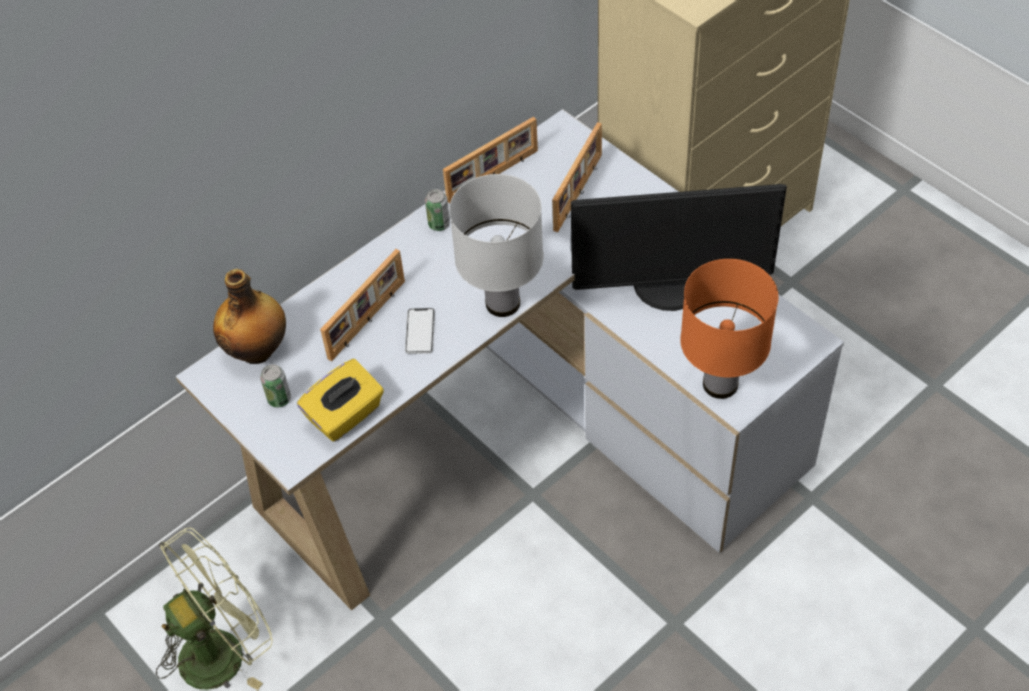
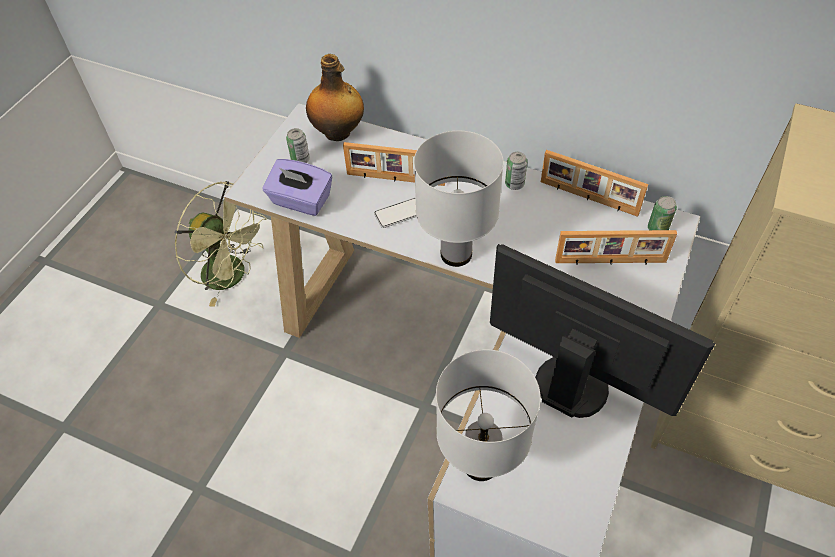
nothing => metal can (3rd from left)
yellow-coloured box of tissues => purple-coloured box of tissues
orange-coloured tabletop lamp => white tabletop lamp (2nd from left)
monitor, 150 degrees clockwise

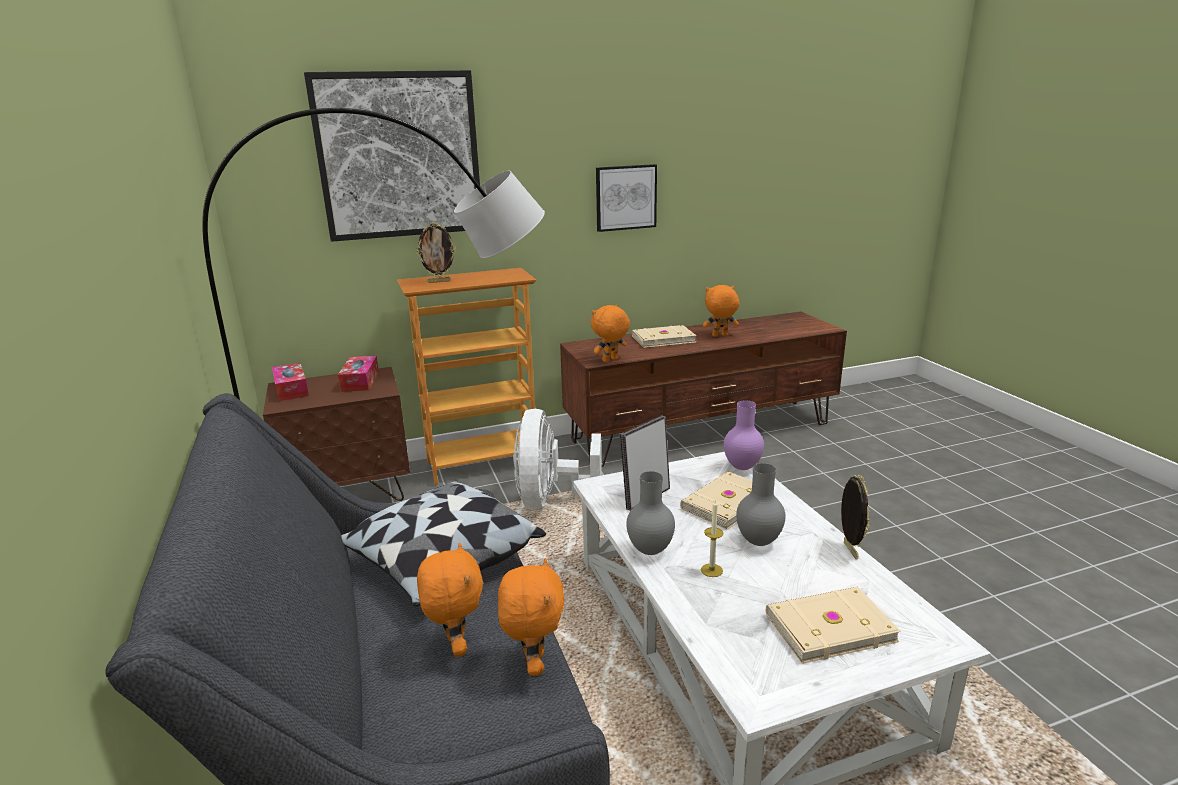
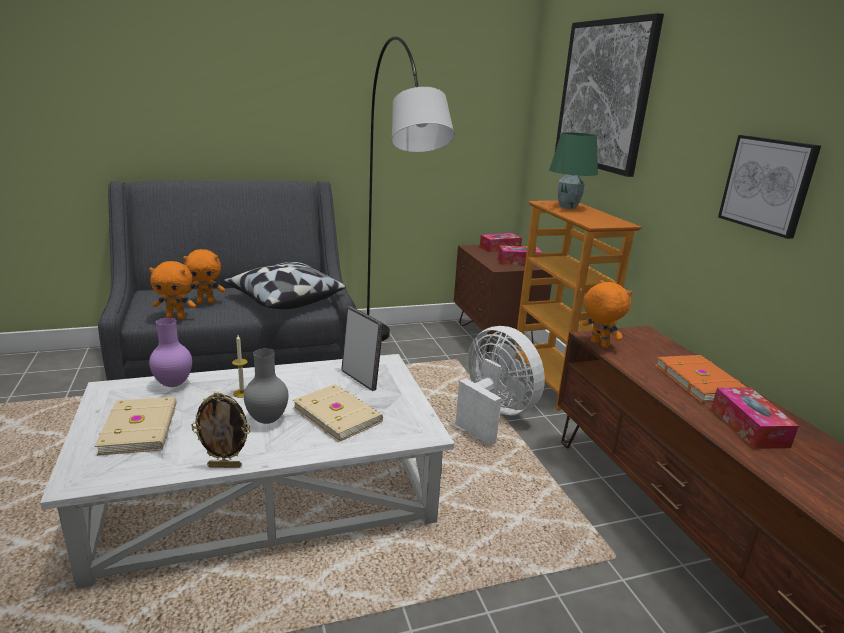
gray flower vase (1st from left) => nothing
purple-coloured flower vase, move
photo frame (1st from left) => greenish tabletop lamp
orange-coloured cuddly toy (4th from left) => box of tissues (3rd from left)
sand-coloured book (1st from left) => orange-coloured book
white fan, 45 degrees clockwise

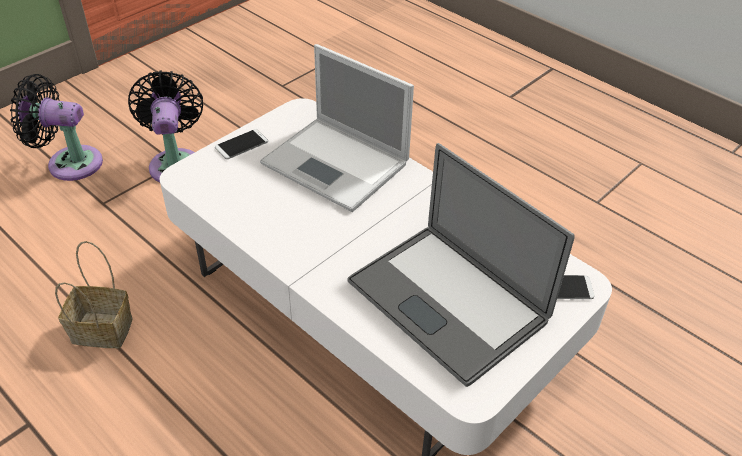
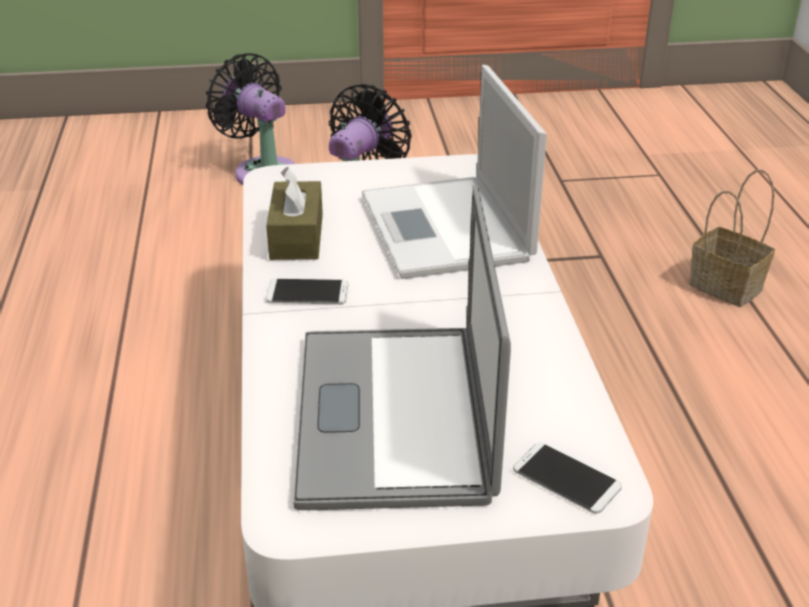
nothing => brownish box of tissues
household basket, move
handset (1st from left), move

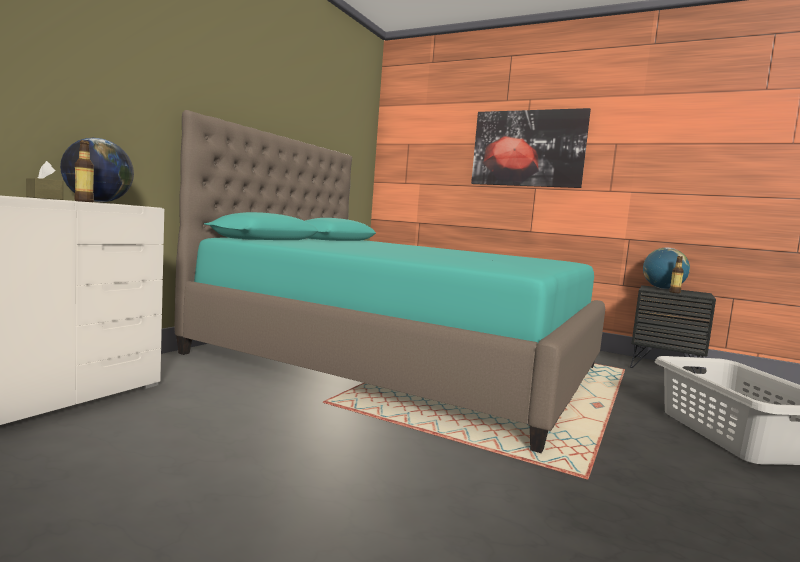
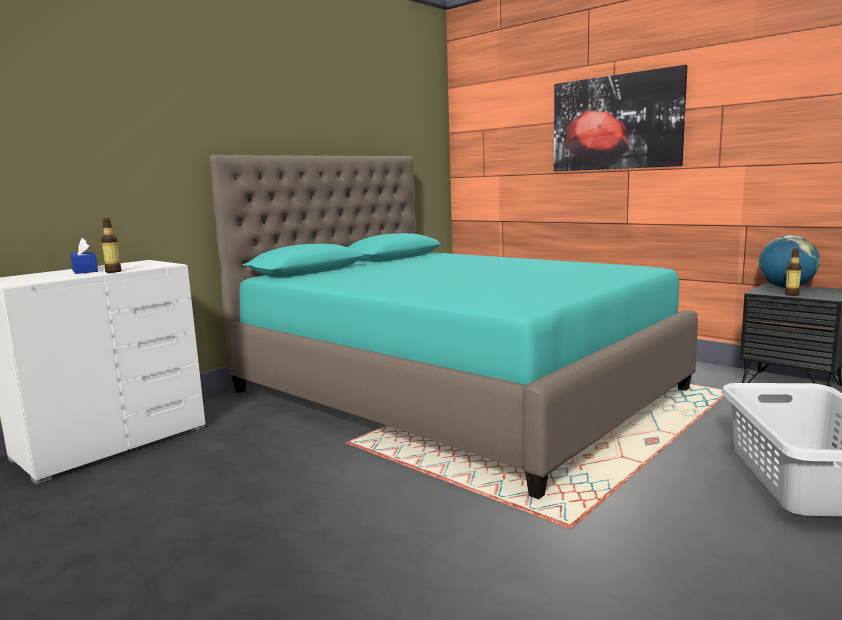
globe (1st from left) => nothing
brownish box of tissues => bluish box of tissues

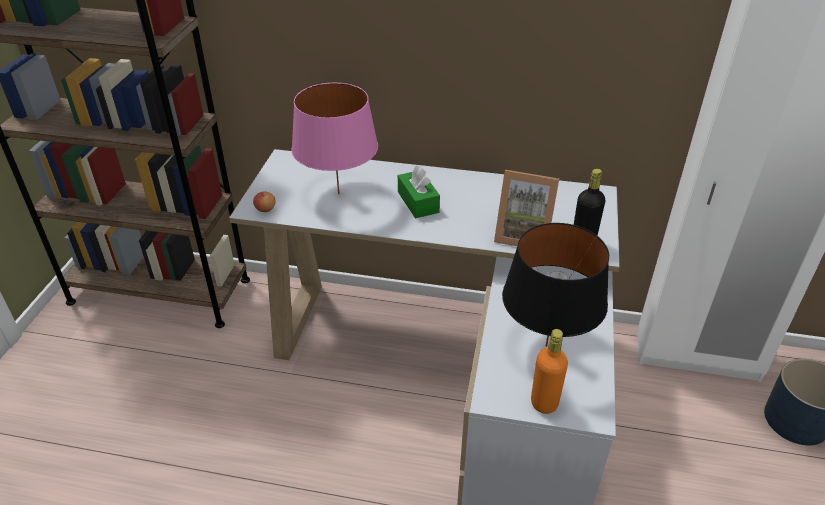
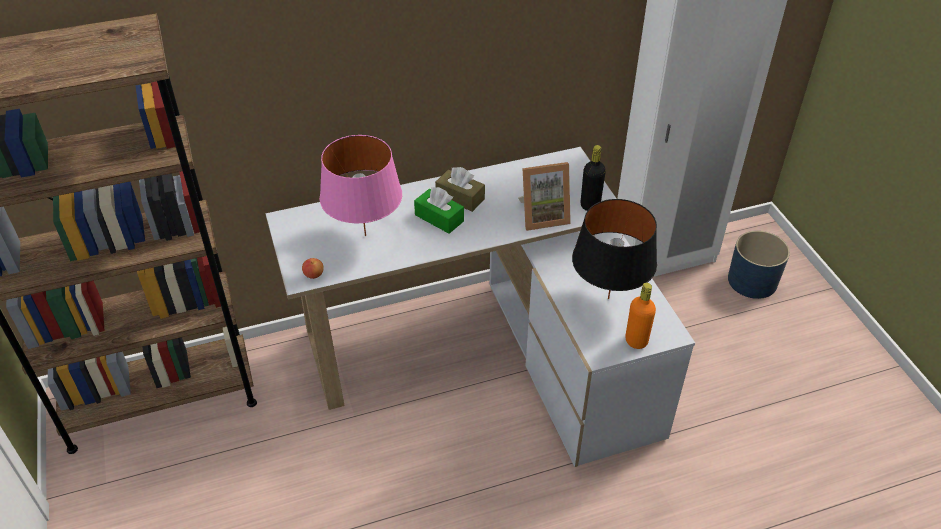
nothing => brownish box of tissues

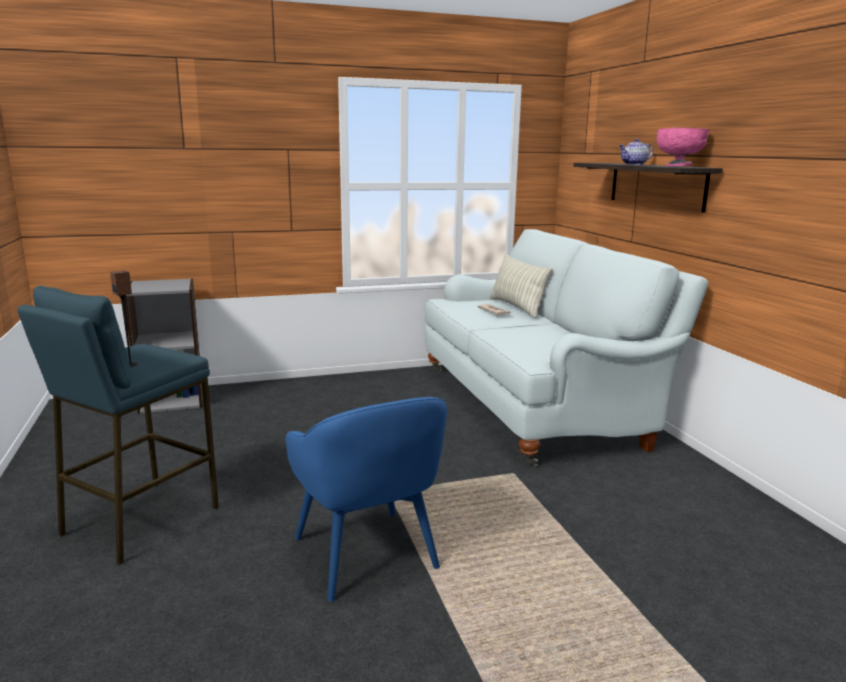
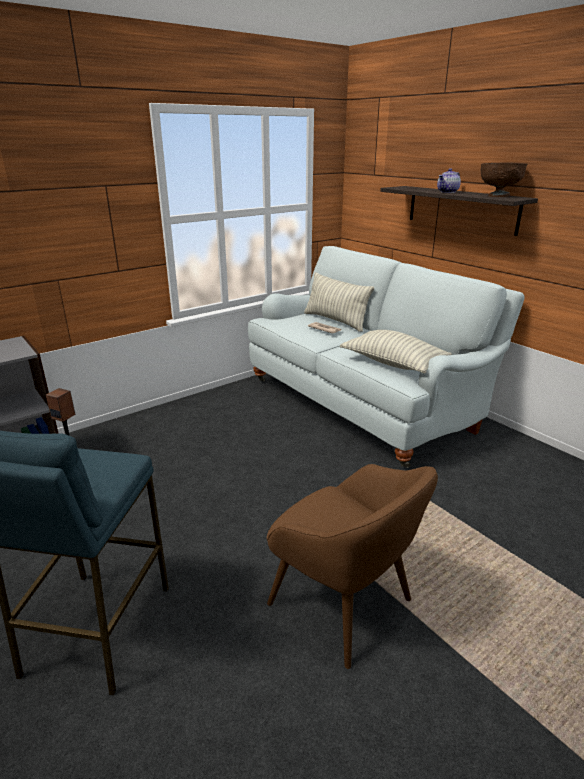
nothing => cushion (2nd from left)
bluish easy chair => brownish easy chair
pinkish bowl => brownish bowl

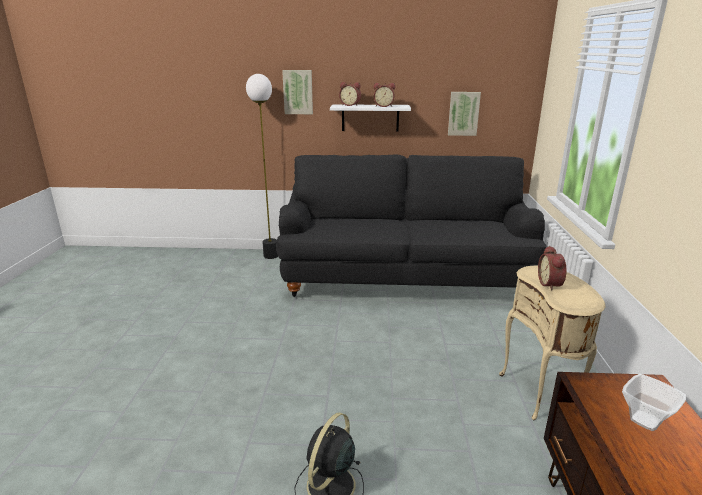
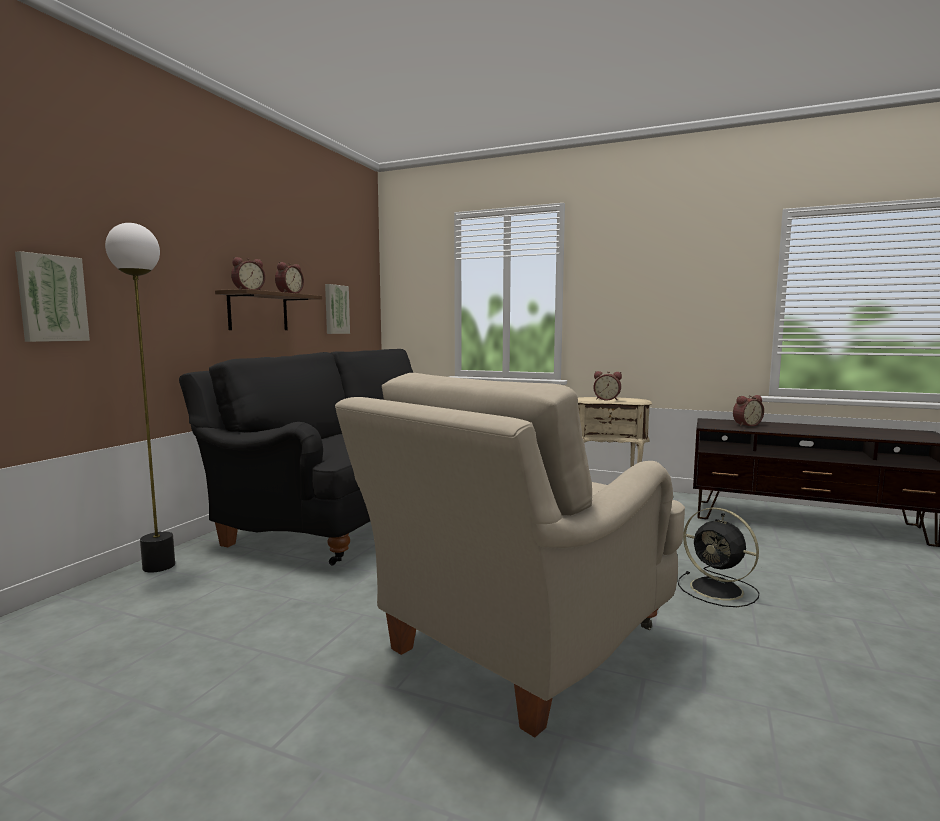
nothing => sand-coloured easy chair
wall picture (1st from left), move
bowl => alarm clock (4th from left)
white bracket shelf => brownish bracket shelf

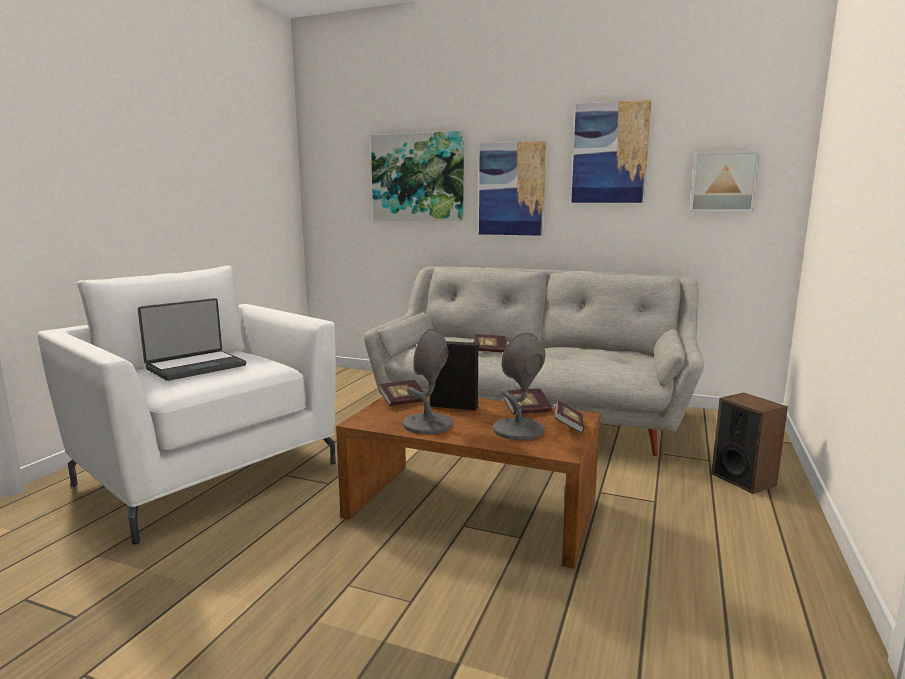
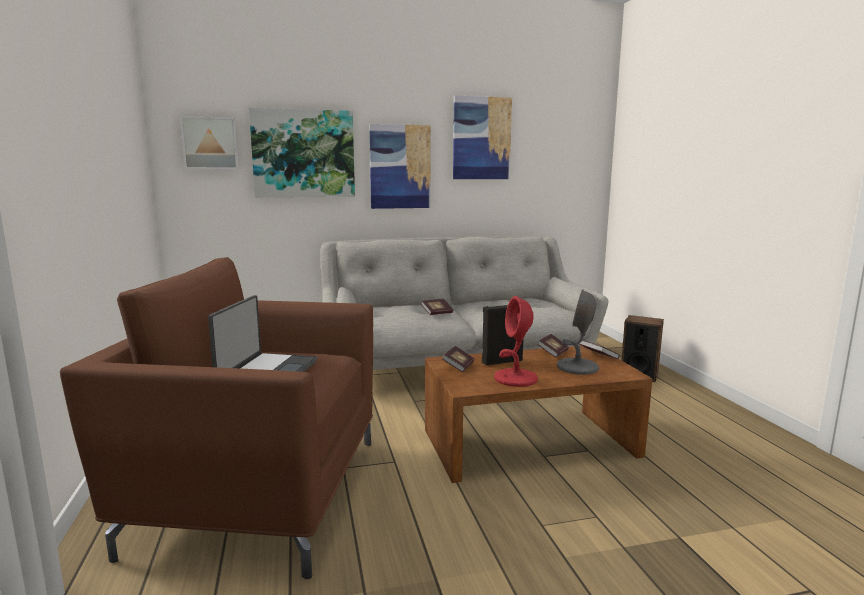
wall picture (4th from left in the first image) => wall picture (1st from left), move
white easy chair => brownish easy chair
gray tabletop lamp (1st from left) => reddish tabletop lamp

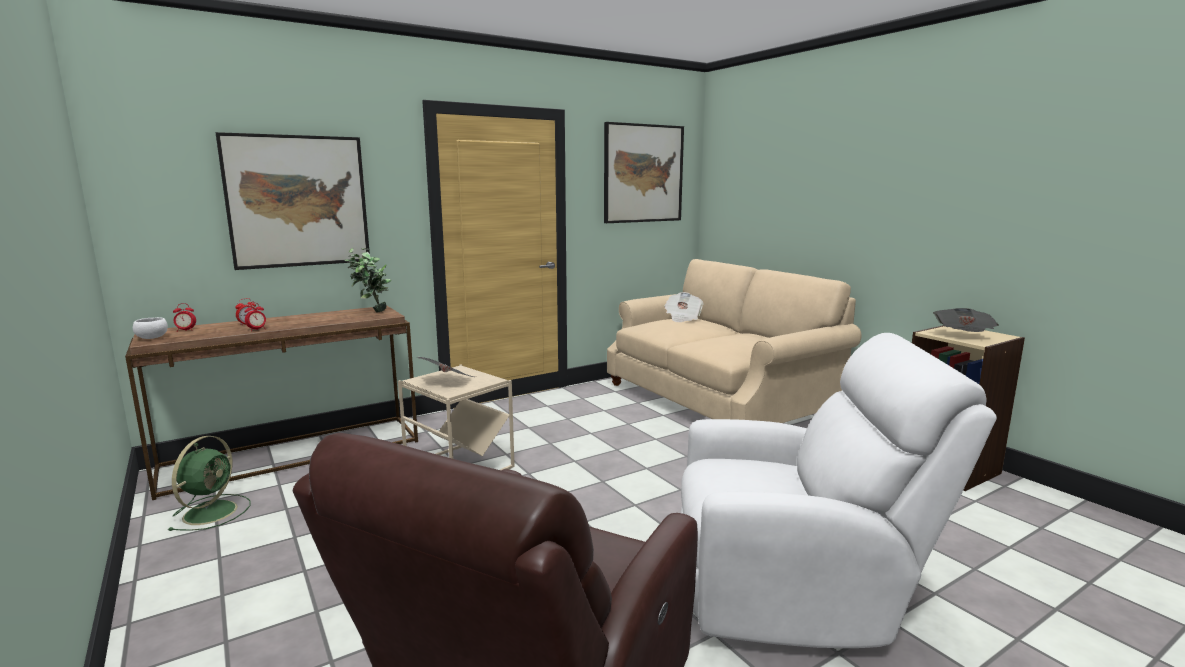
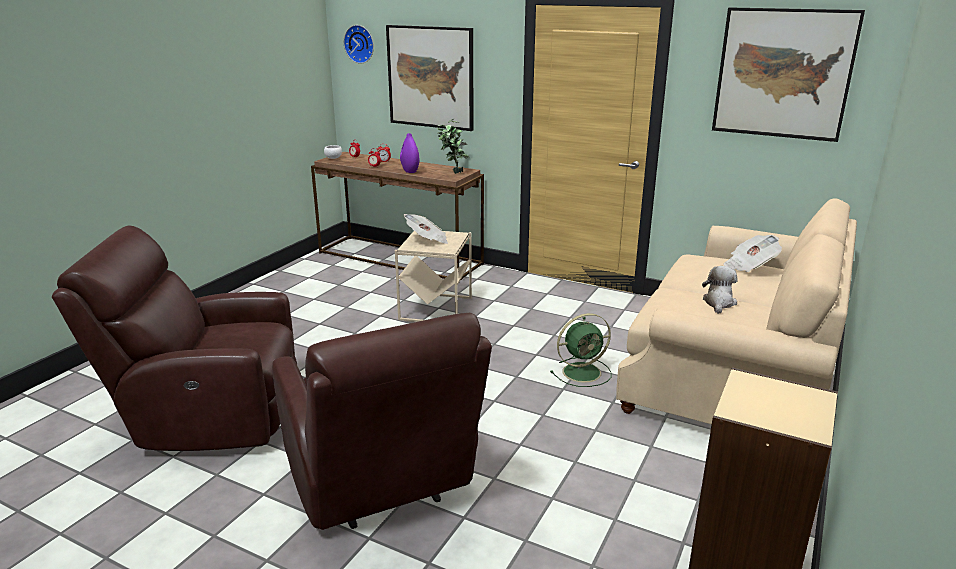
newspaper (3rd from left) => nothing
nothing => hanging clock
nothing => purple-coloured flower vase
nothing => cuddly toy
greenish fan, move
white easy chair => brownish easy chair (2nd from left)

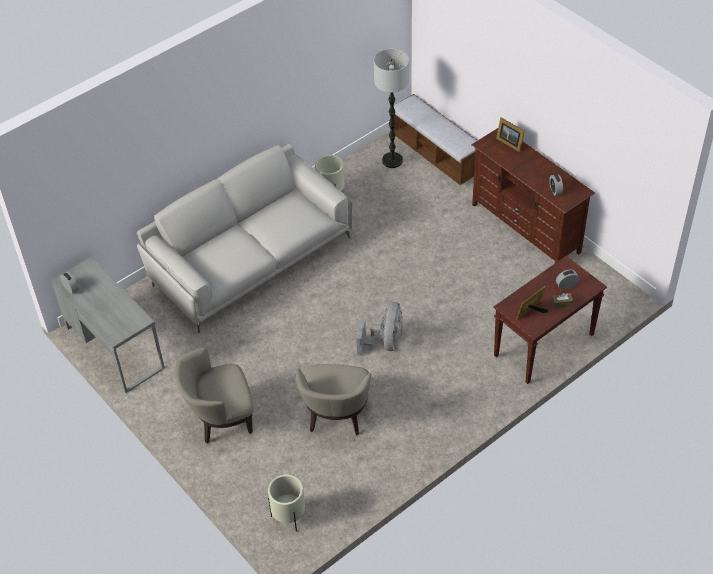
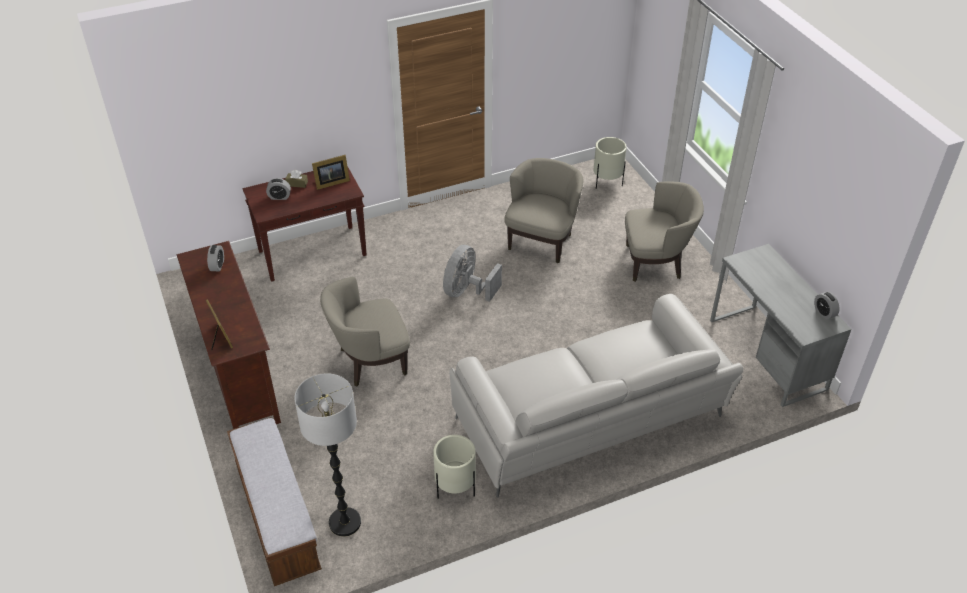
nothing => sand-coloured easy chair (1st from left)

